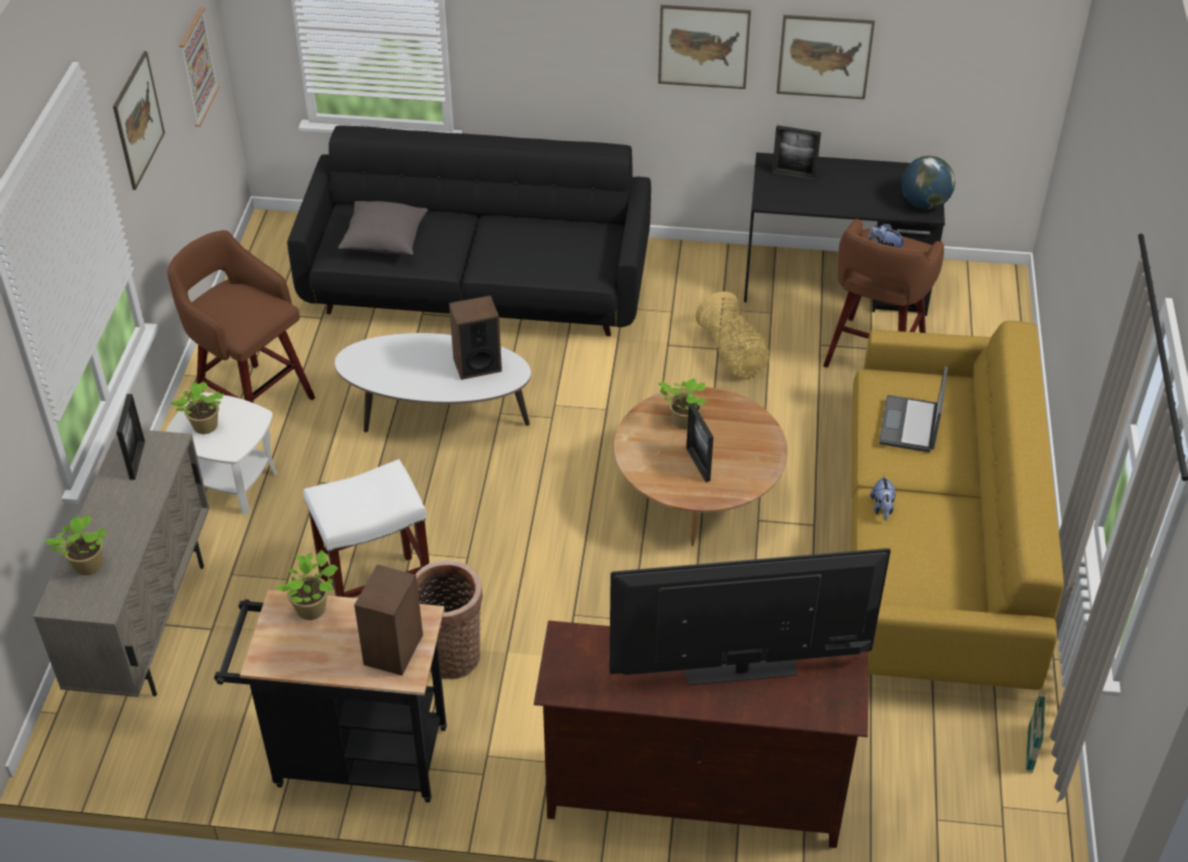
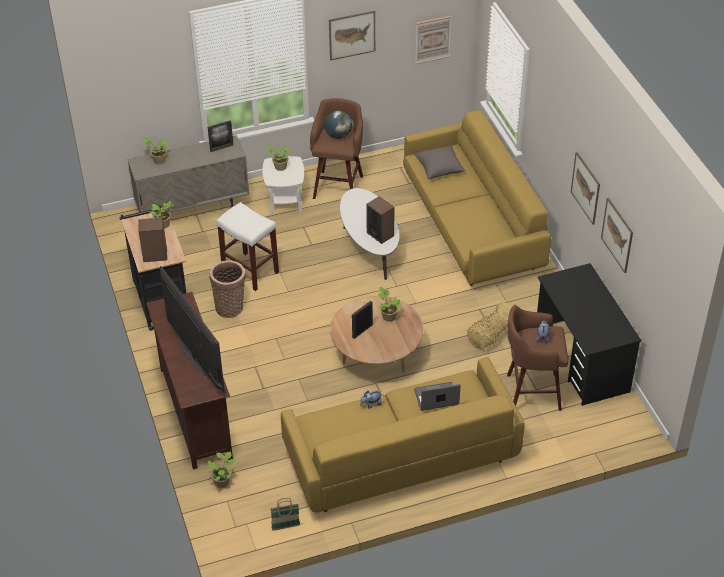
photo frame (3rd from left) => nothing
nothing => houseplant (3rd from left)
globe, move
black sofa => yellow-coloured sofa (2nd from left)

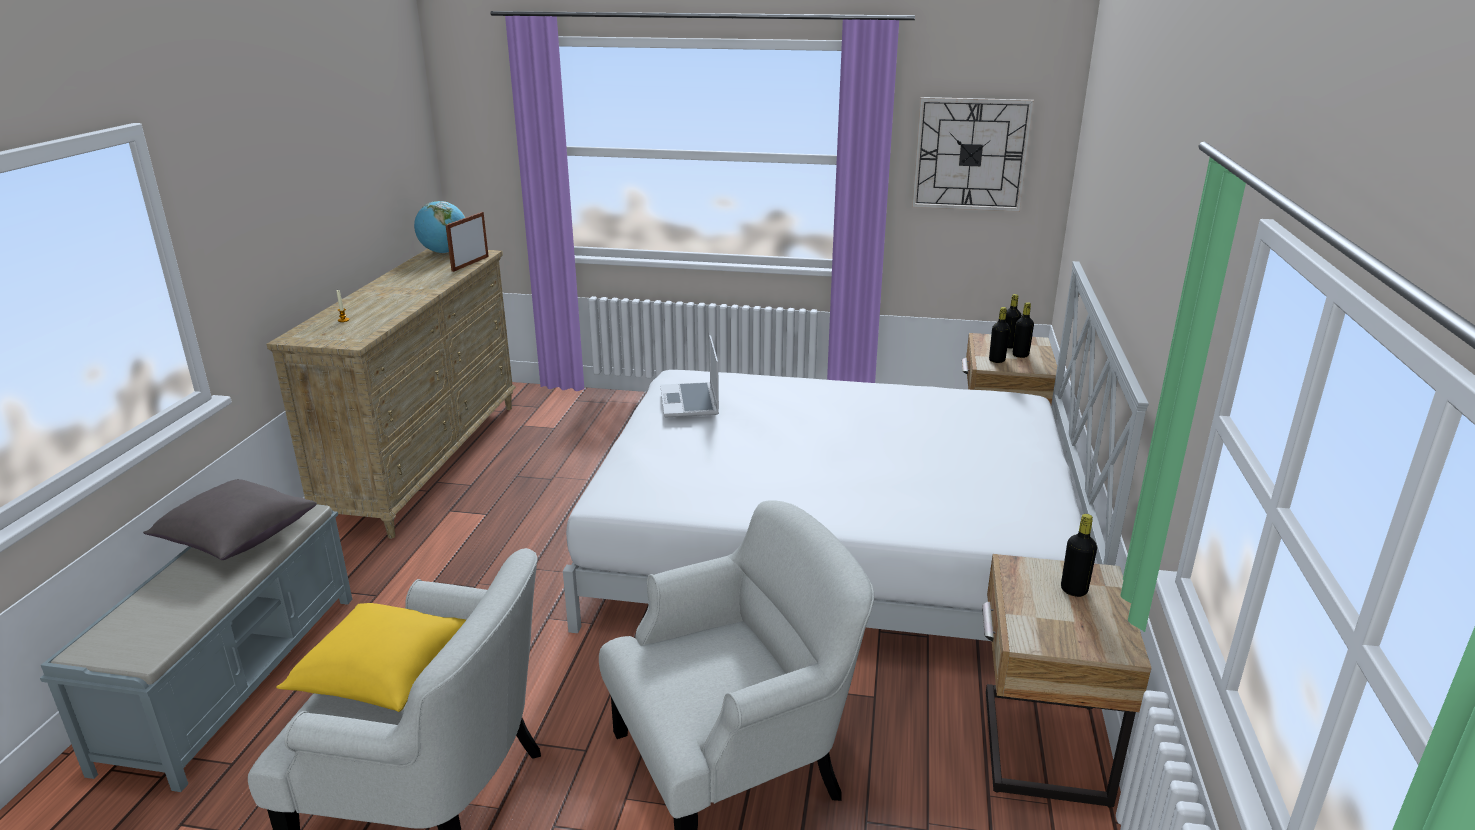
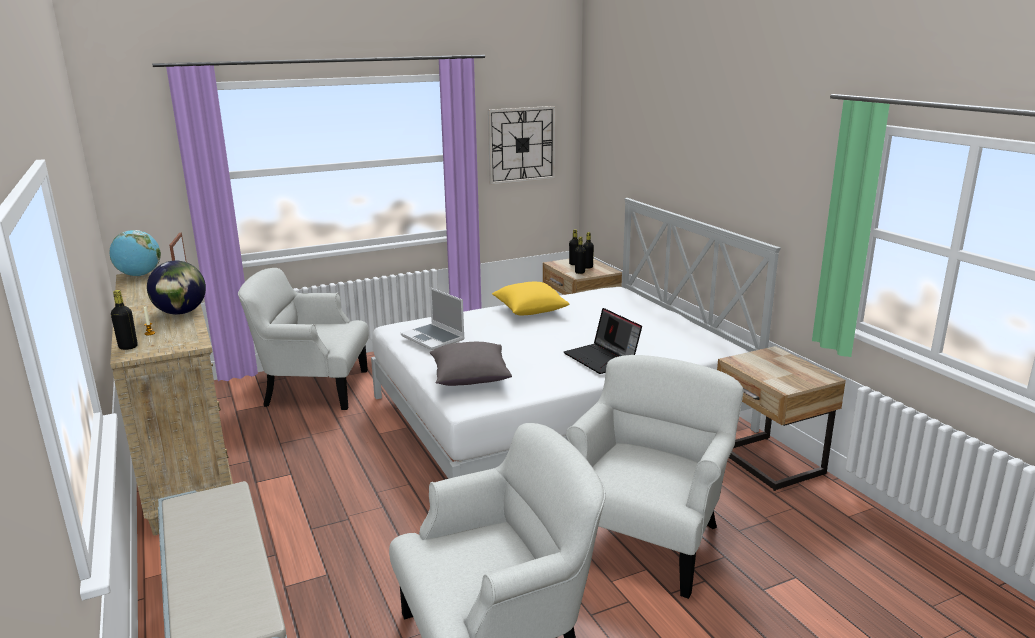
nothing => globe (2nd from left)
nothing => white easy chair (1st from left)
nothing => portable computer (2nd from left)
gray cushion, move
yellow-coloured cushion, move
black bottle (4th from left in the first image) => black bottle (1st from left), move

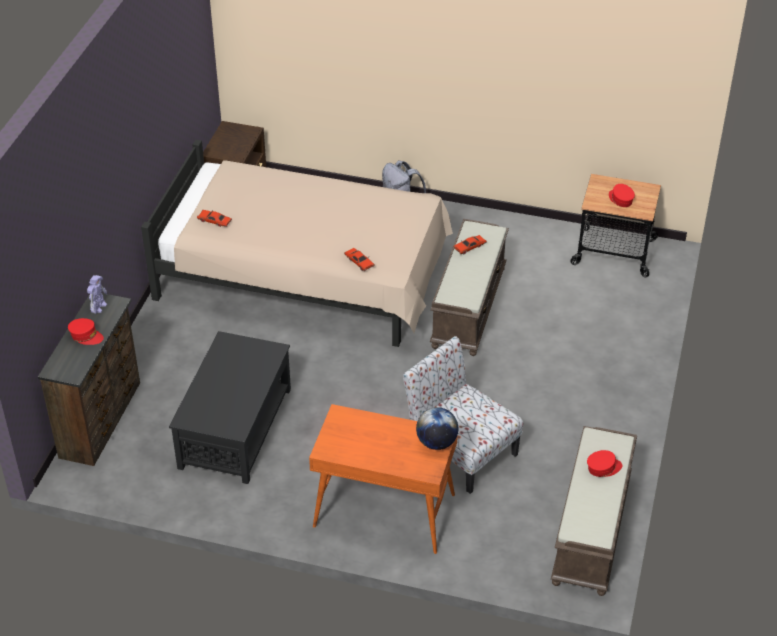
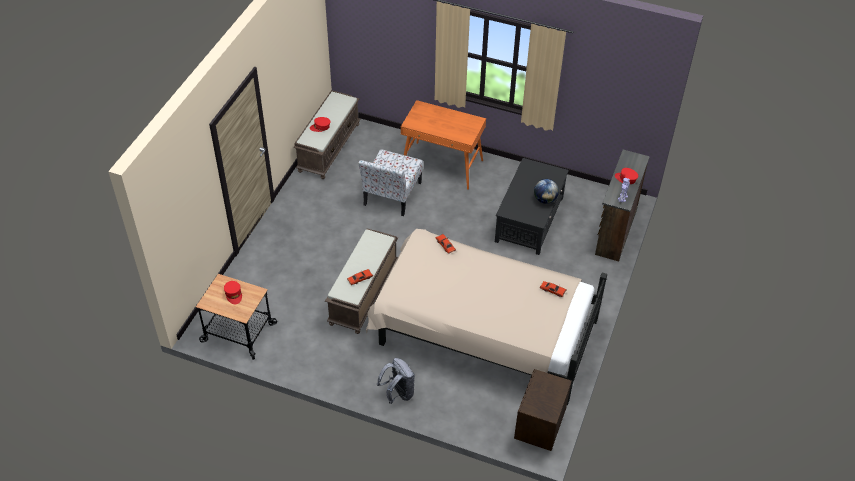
globe, move
plain chair, 60 degrees clockwise

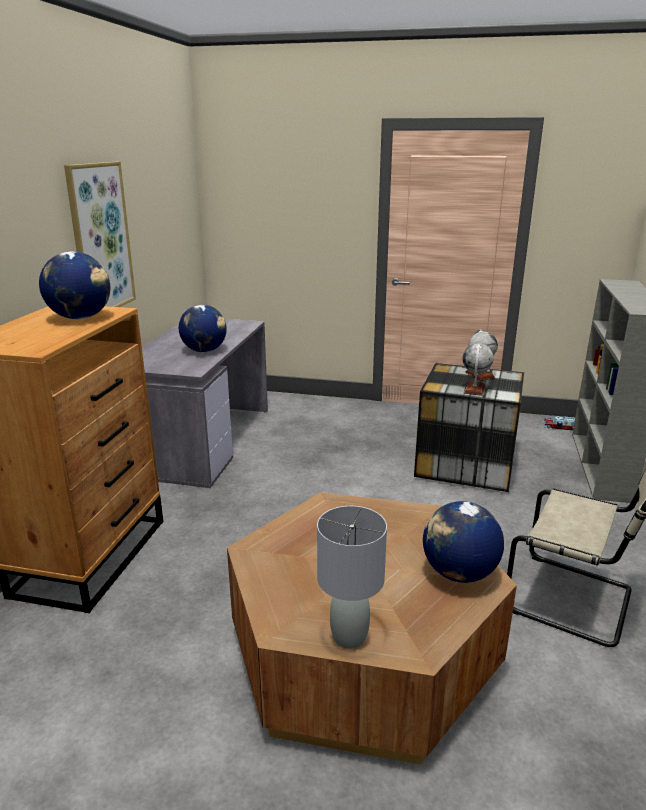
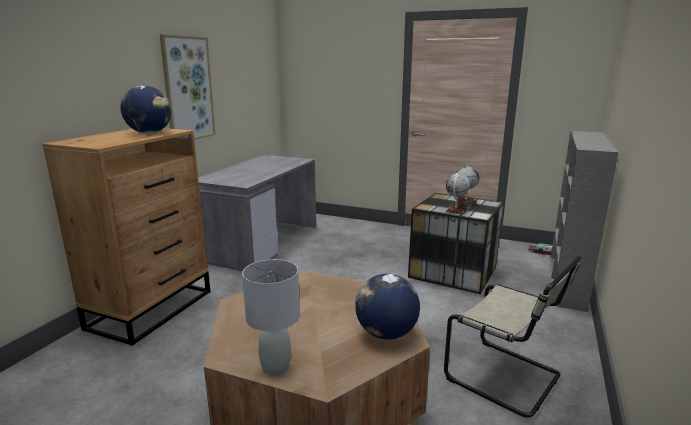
globe (2nd from left) => nothing

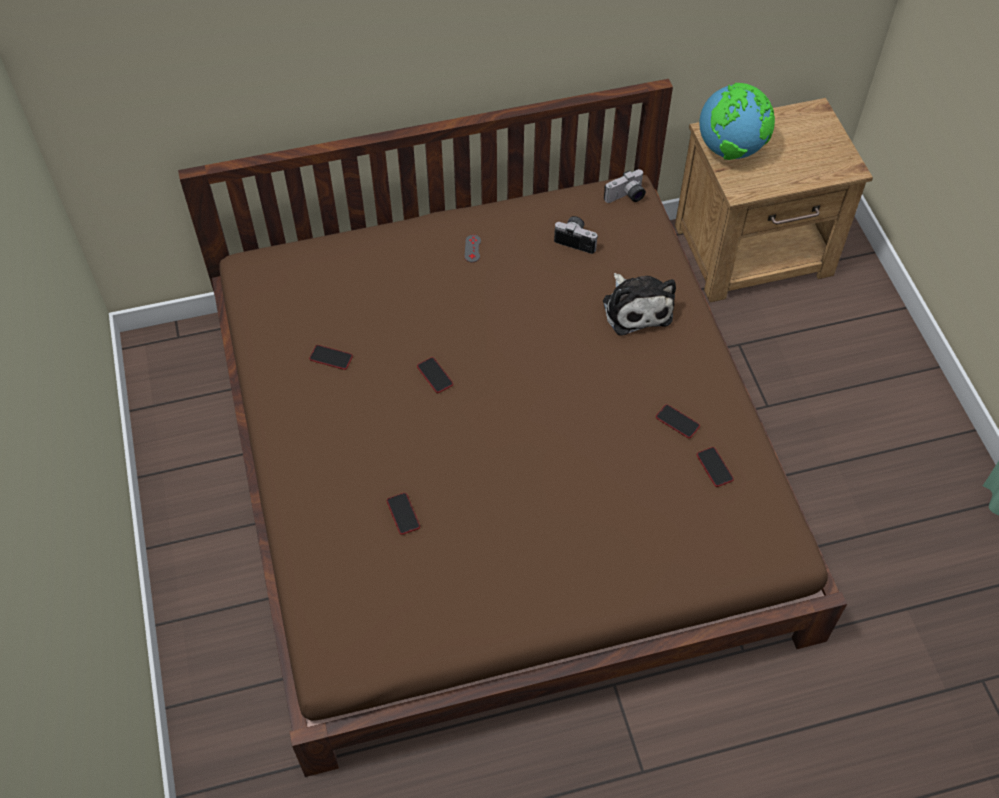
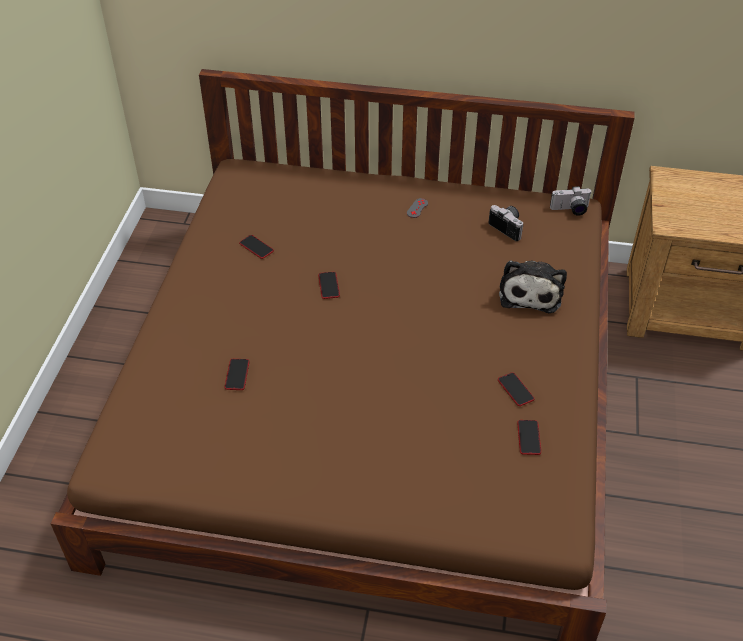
globe => nothing

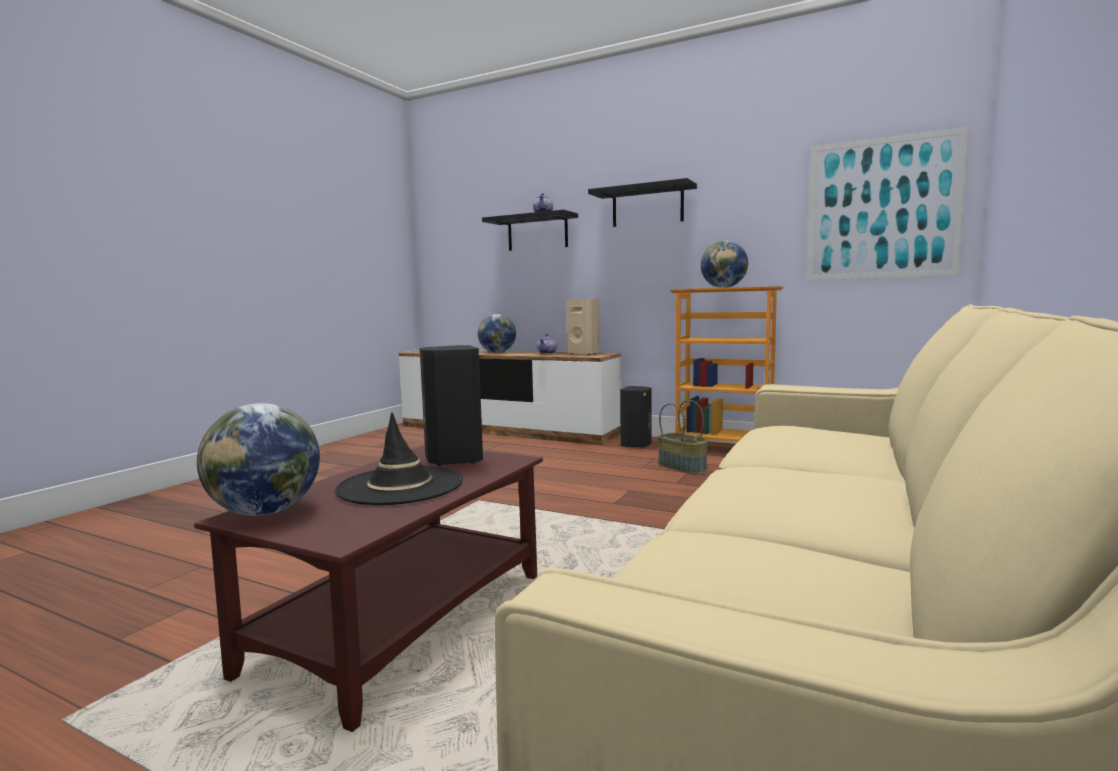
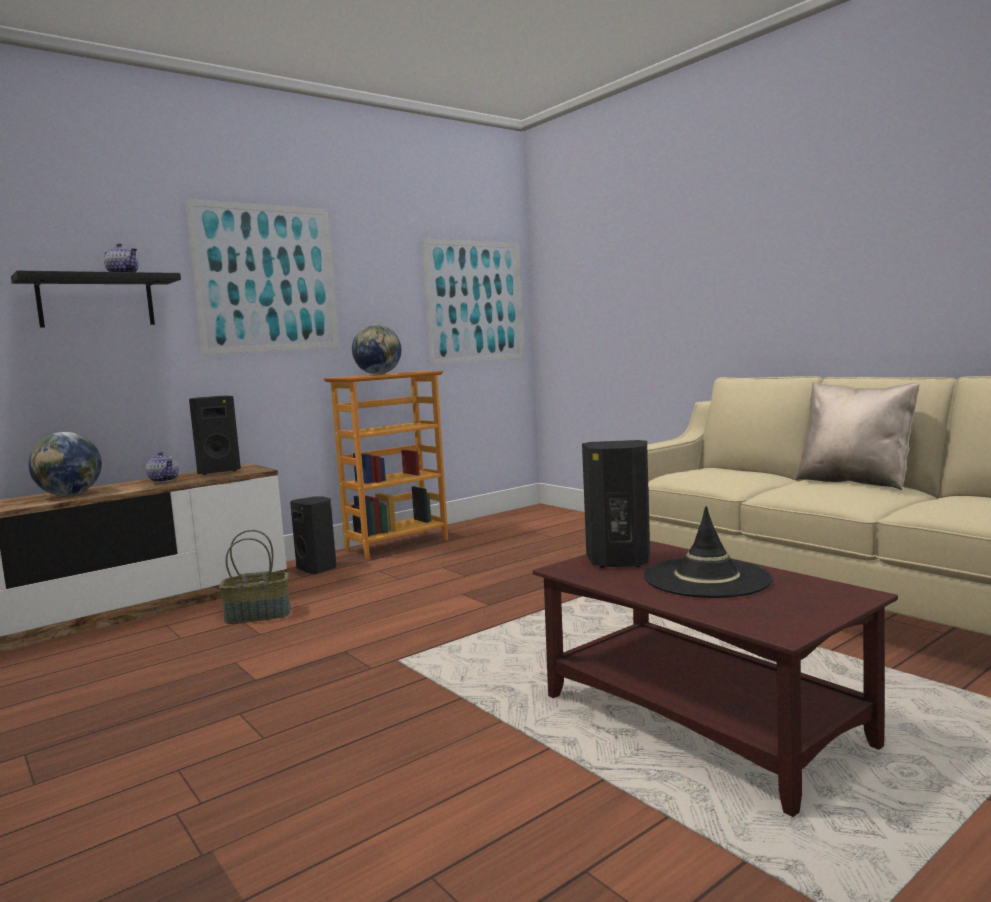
globe (1st from left) => nothing
nothing => sand-coloured cushion
household basket, move
black bracket shelf (2nd from left) => wall picture (1st from left)
sand-coloured speaker => black speaker (1st from left)

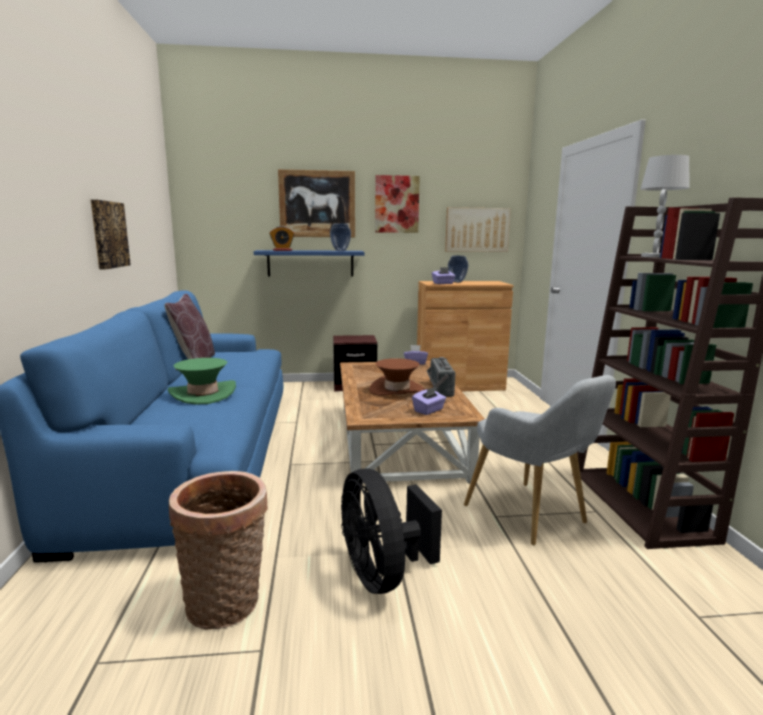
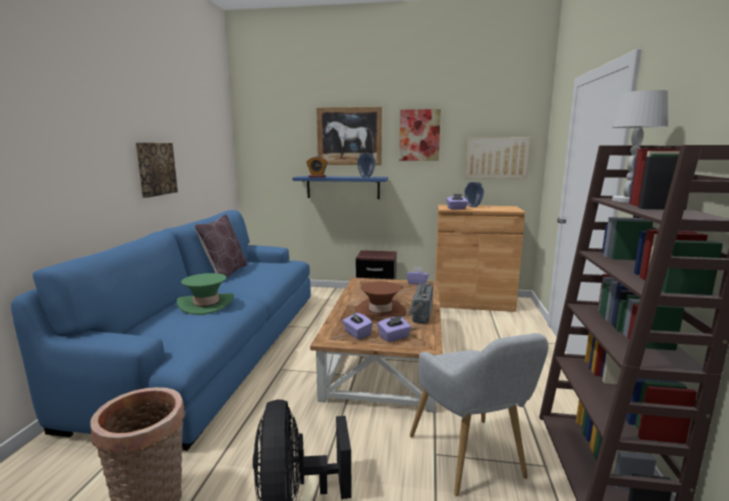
nothing => purple-coloured box of tissues (1st from left)

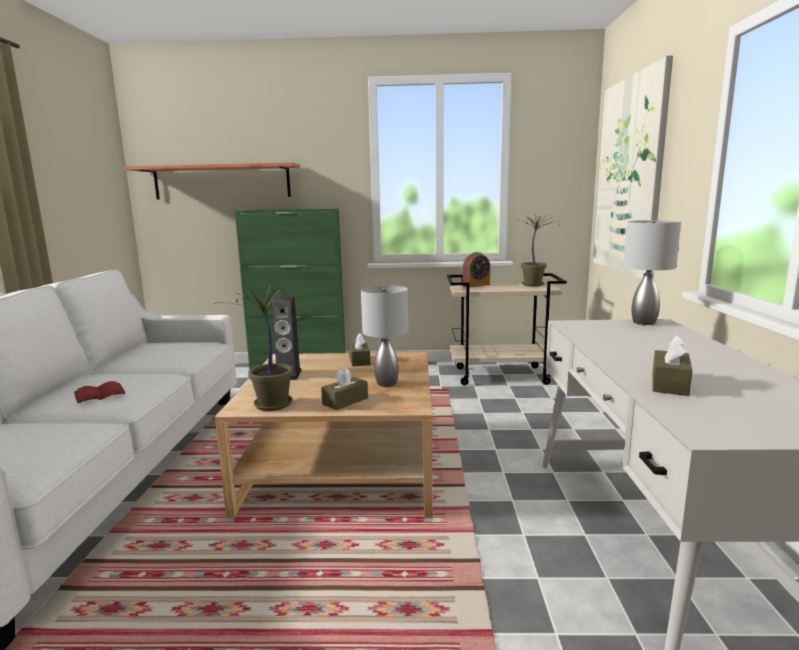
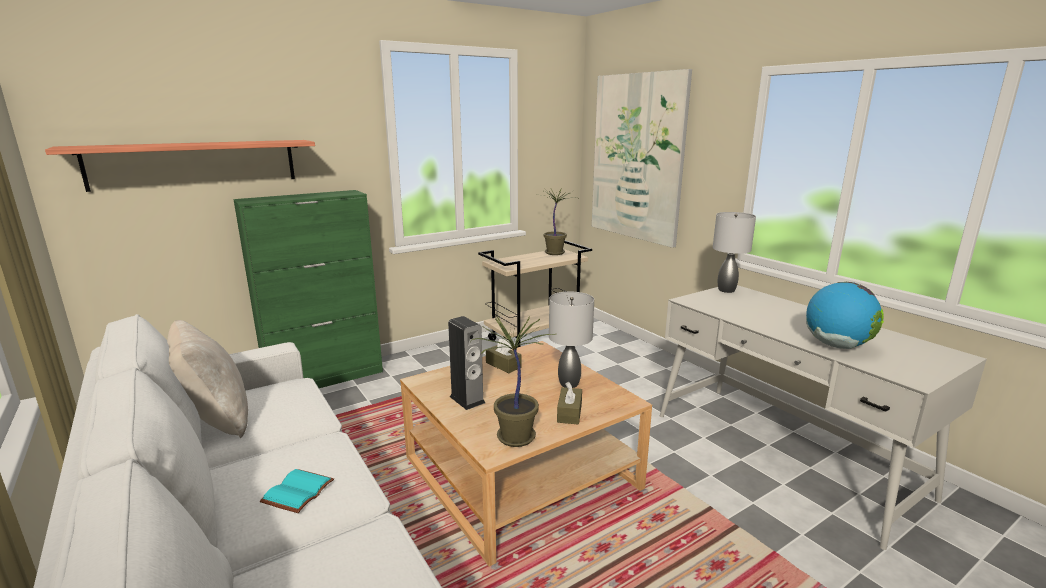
alarm clock => nothing
nothing => sand-coloured cushion
brownish box of tissues (3rd from left) => globe
reddish book => turquoise book

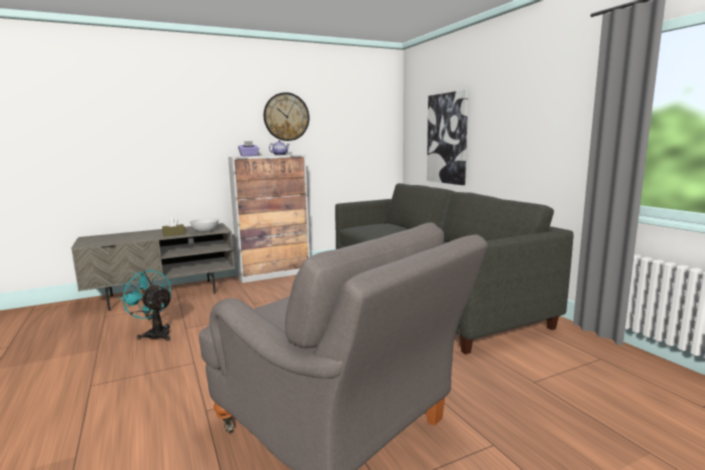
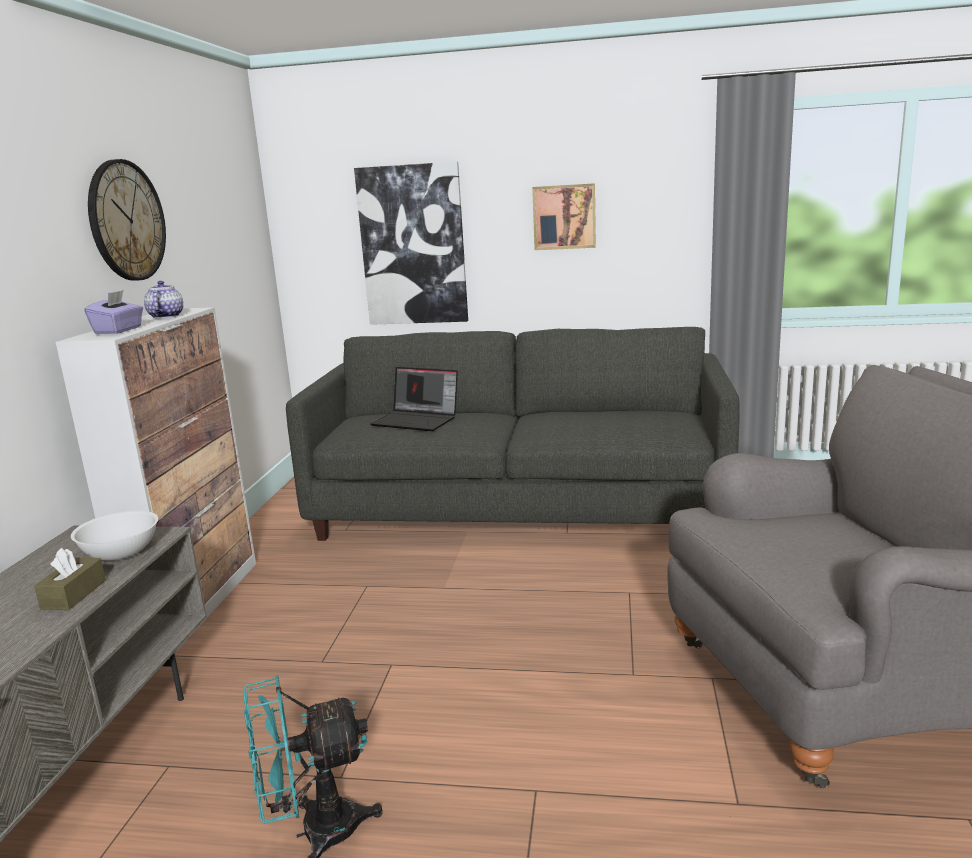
nothing => portable computer
nothing => wall picture (2nd from left)

